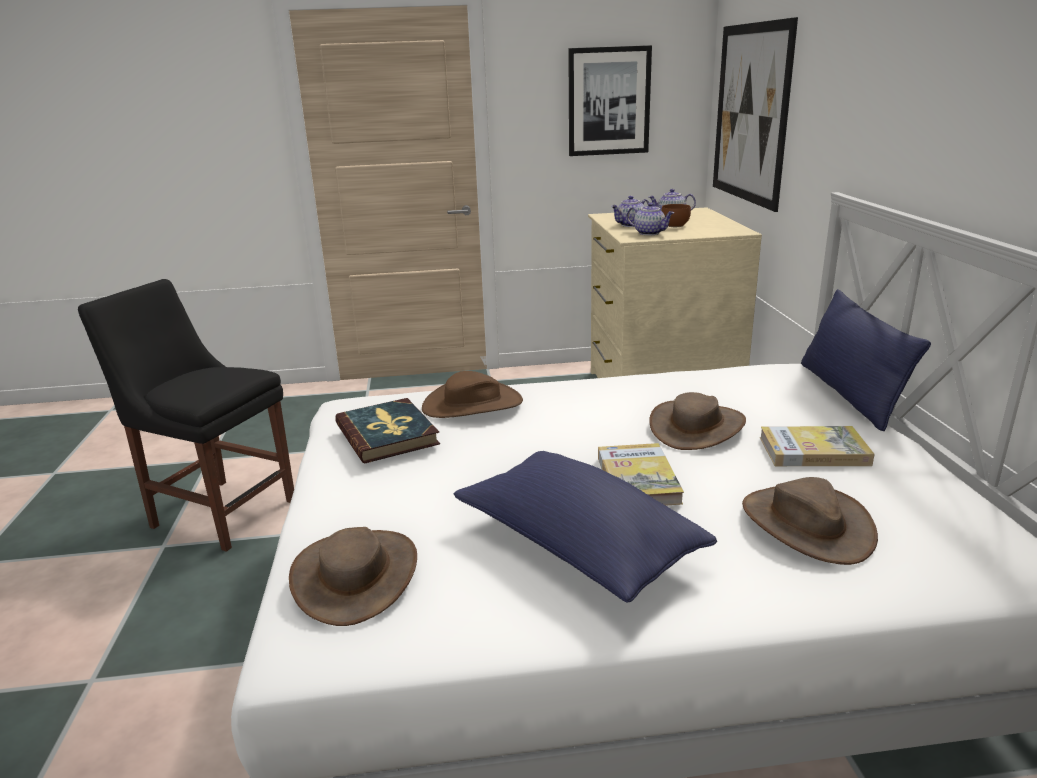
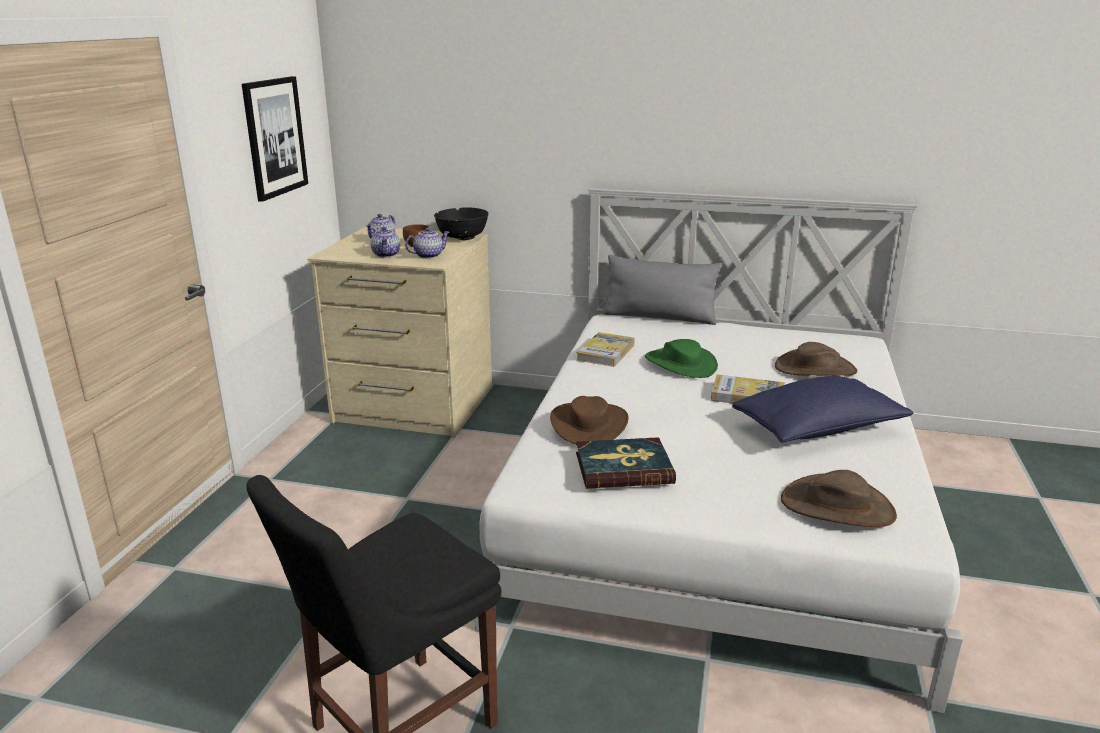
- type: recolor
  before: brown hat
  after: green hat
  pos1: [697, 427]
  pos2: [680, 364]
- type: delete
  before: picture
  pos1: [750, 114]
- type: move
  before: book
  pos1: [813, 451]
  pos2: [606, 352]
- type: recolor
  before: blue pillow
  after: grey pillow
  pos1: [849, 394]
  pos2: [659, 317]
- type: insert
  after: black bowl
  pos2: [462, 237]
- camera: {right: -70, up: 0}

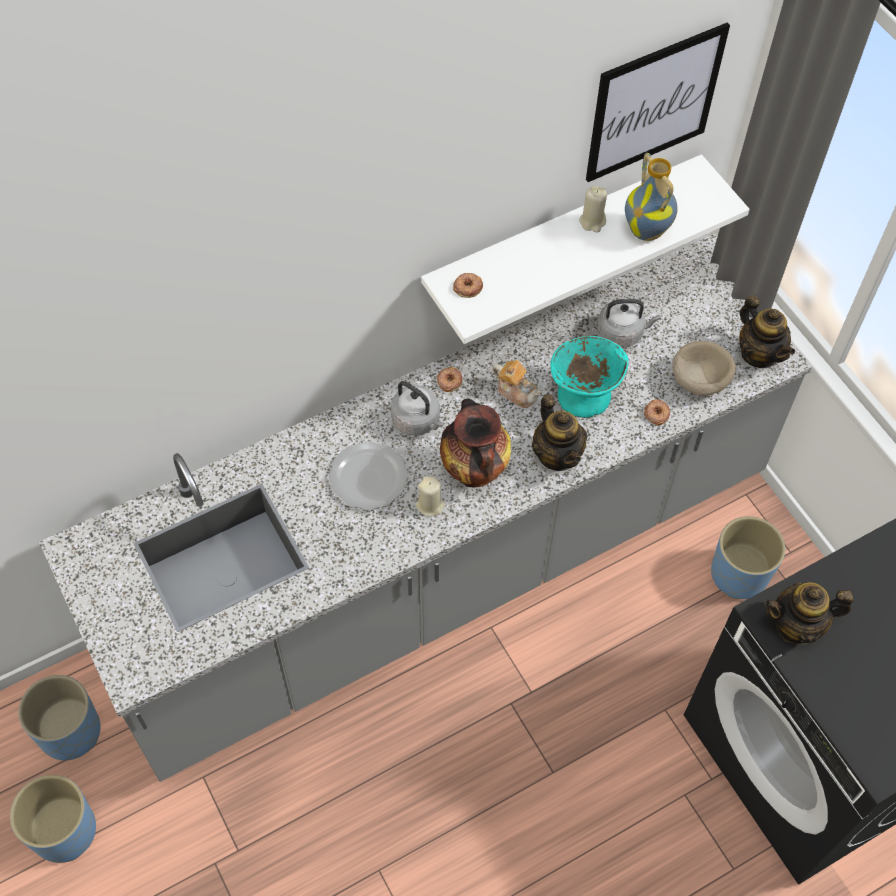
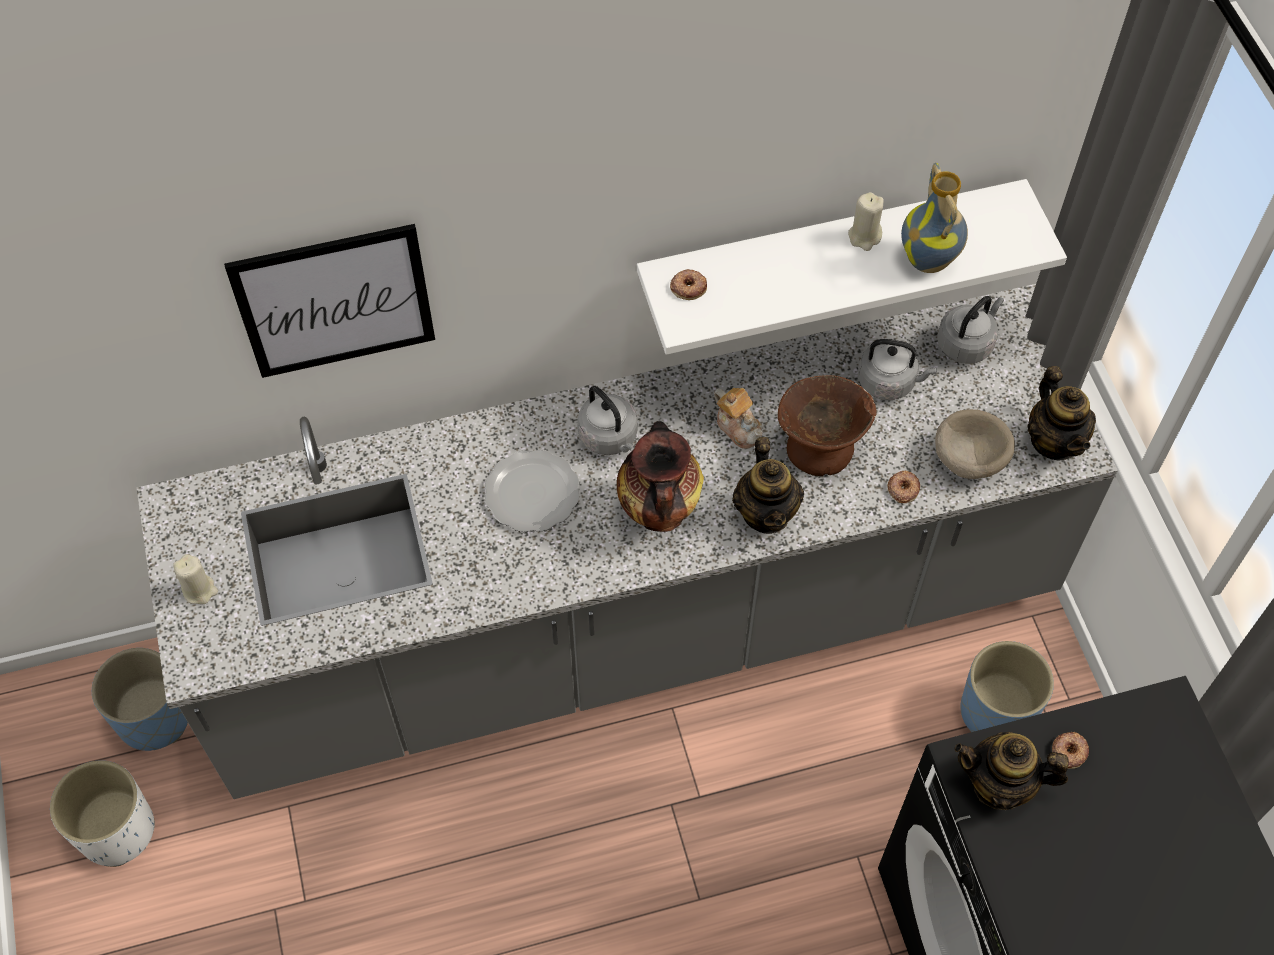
- type: recolor
  before: blue planter
  after: white planter
  pos1: [64, 830]
  pos2: [117, 829]
- type: move
  before: beige candle
  pos1: [430, 505]
  pos2: [199, 590]
- type: move
  before: donut
  pos1: [449, 381]
  pos2: [1069, 751]
- type: recolor
  before: turquoise bowl
  after: brown bowl
  pos1: [584, 395]
  pos2: [820, 448]
- type: move
  before: picture
  pos1: [654, 103]
  pos2: [335, 301]
- type: insert
  after: grey kettle
  pos2: [966, 343]
- camera: {right: 15, up: 0}

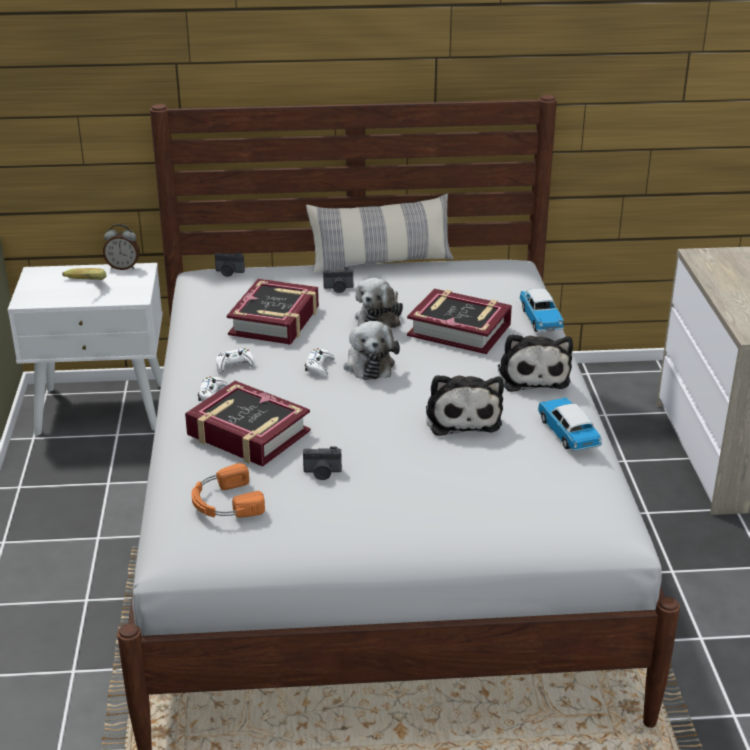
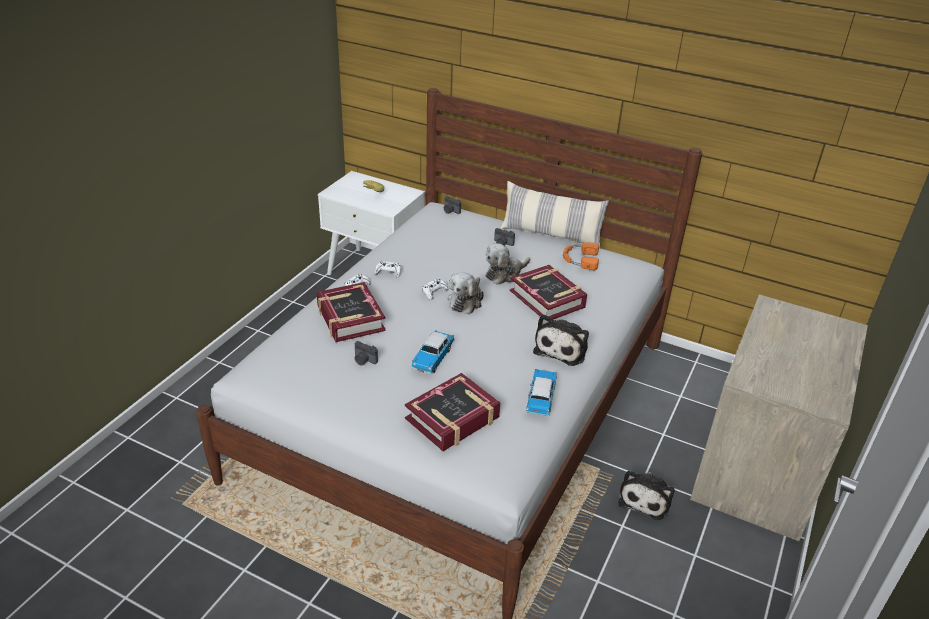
- type: delete
  before: alarm clock
  pos1: [123, 267]
- type: move
  before: orange headphones
  pos1: [225, 502]
  pos2: [579, 259]
- type: move
  before: book
  pos1: [275, 321]
  pos2: [453, 418]
- type: move
  before: plush toy
  pos1: [462, 417]
  pos2: [645, 498]
- type: move
  before: toy car
  pos1: [540, 319]
  pos2: [433, 358]
- camera: {right: 30, up: 5}

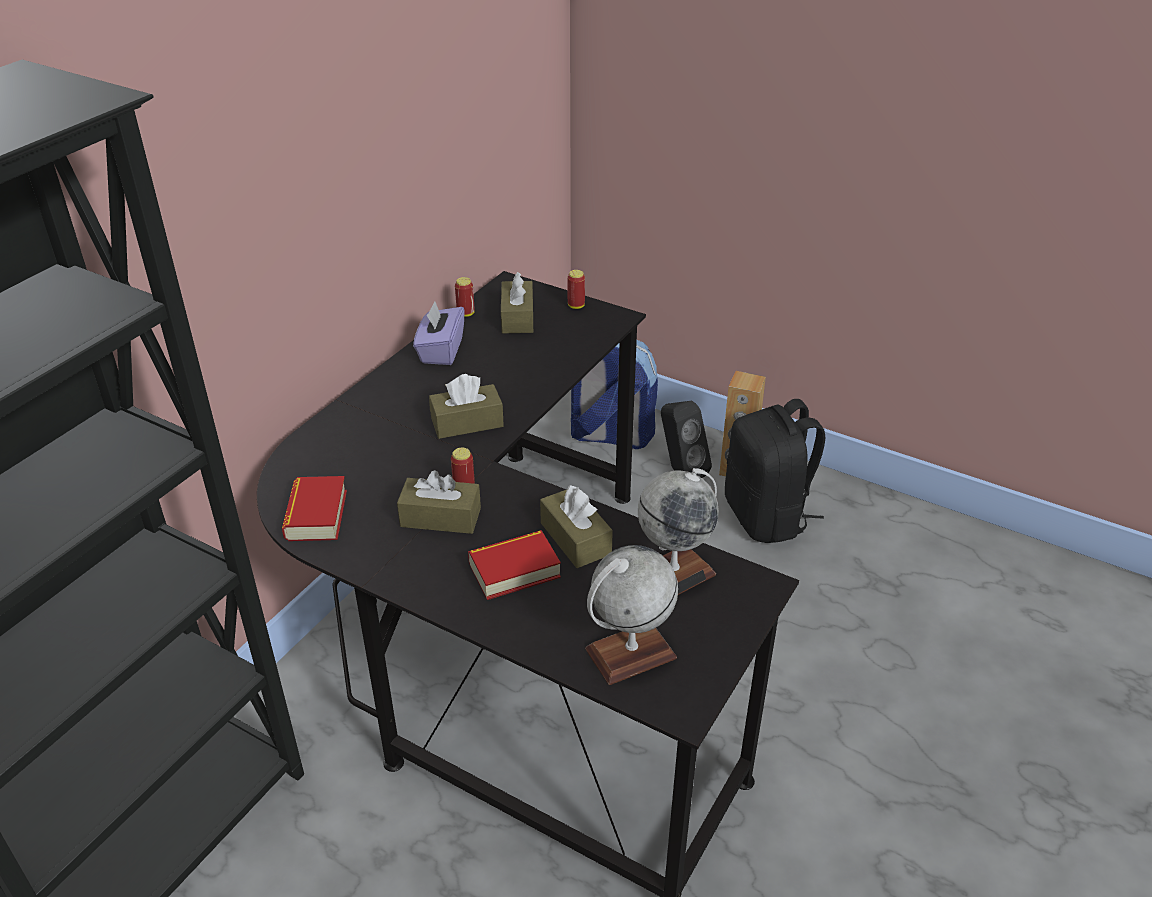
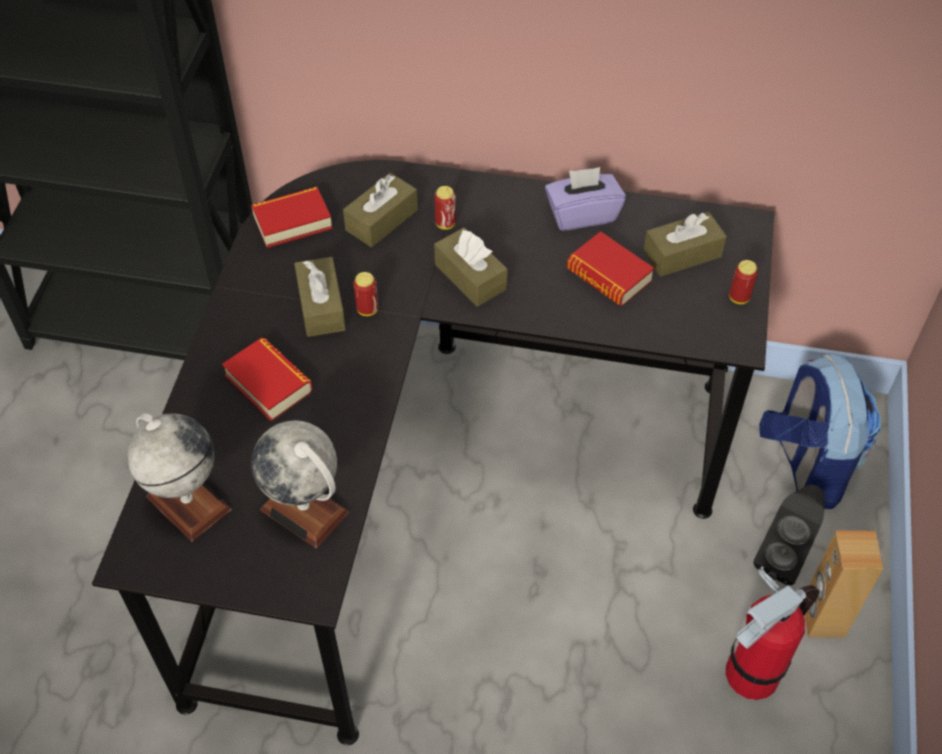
- type: move
  before: can
  pos1: [465, 313]
  pos2: [445, 224]
- type: move
  before: brown tissue box
  pos1: [575, 538]
  pos2: [381, 220]
- type: replace
  before: black backpack
  after: fire extinguisher
  pos1: [767, 517]
  pos2: [752, 673]
- type: insert
  after: book
  pos2: [609, 275]
- camera: {right: 70, up: 15}

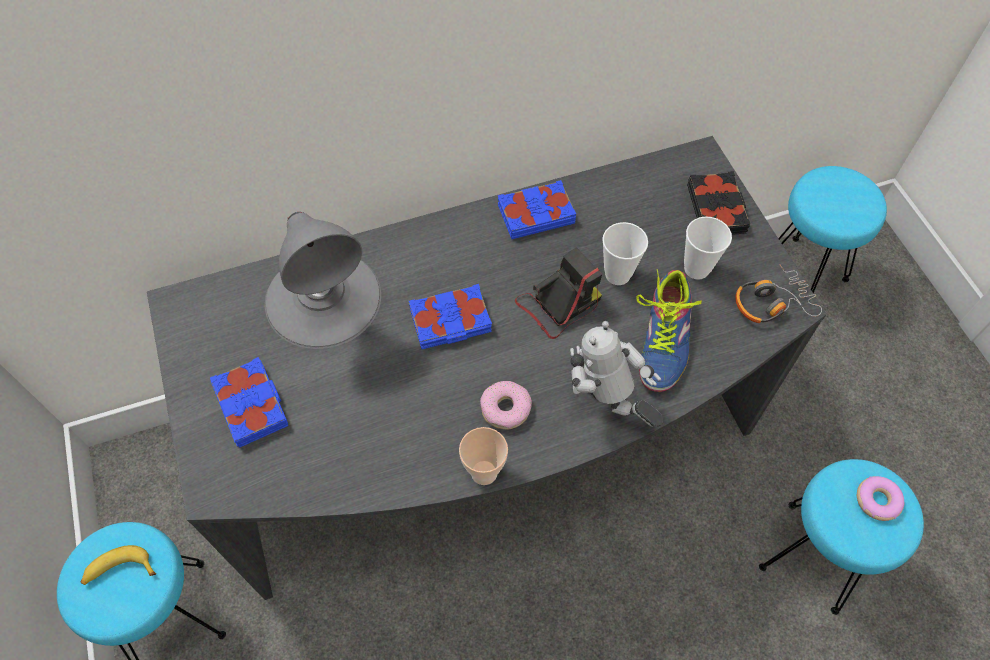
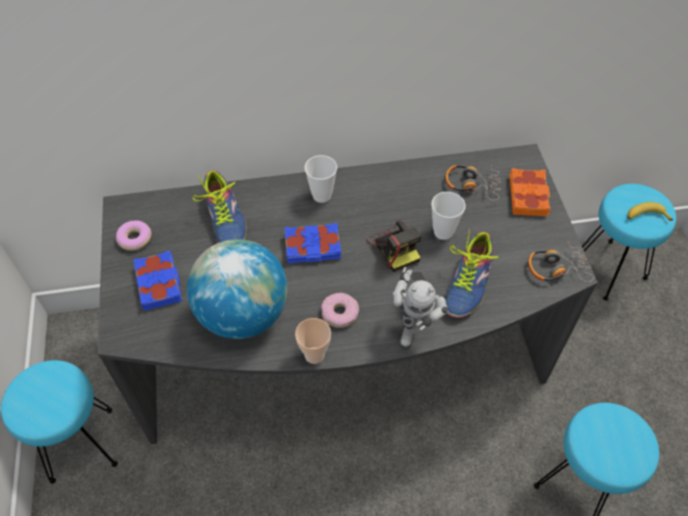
- type: move
  before: banana
  pos1: [119, 571]
  pos2: [645, 216]
- type: replace
  before: grey table lamp
  after: shoe
  pos1: [323, 298]
  pos2: [225, 218]
- type: delete
  before: blue book
  pos1: [535, 214]
- type: rotate
  before: photo camera
  pos1: [558, 305]
  pos2: [394, 247]
  turn: 90
- type: rotate
  before: toy robot
  pos1: [606, 408]
  pos2: [414, 324]
  turn: -135
- type: move
  before: cup
  pos1: [696, 269]
  pos2: [321, 195]
- type: recolor
  before: black book
  after: orange book
  pos1: [717, 209]
  pos2: [528, 196]
- type: move
  before: donut
  pos1: [877, 501]
  pos2: [134, 239]
- type: insert
  after: globe
  pos2: [243, 314]
- type: insert
  after: headphones
  pos2: [472, 184]
- camera: {right: 10, up: -5}

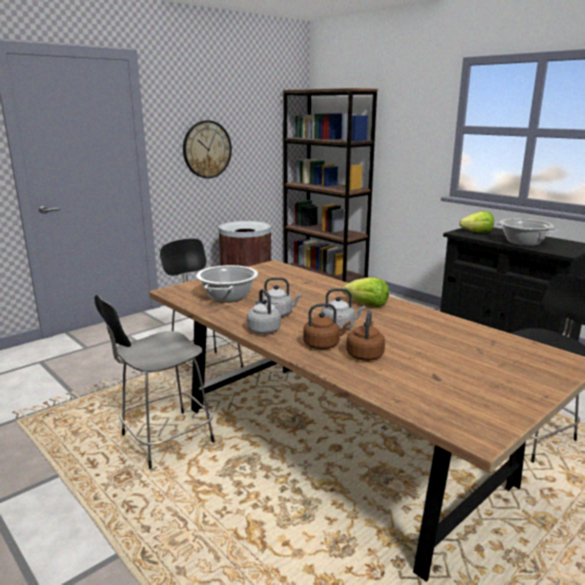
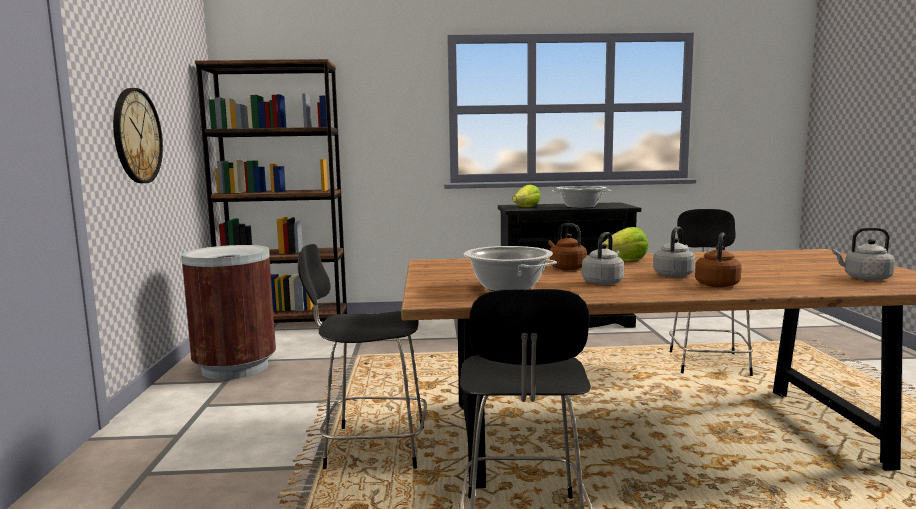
- type: move
  before: grey kettle
  pos1: [263, 329]
  pos2: [864, 278]
- type: move
  before: brown kettle
  pos1: [365, 354]
  pos2: [566, 268]
- camera: {right: -50, up: -10}

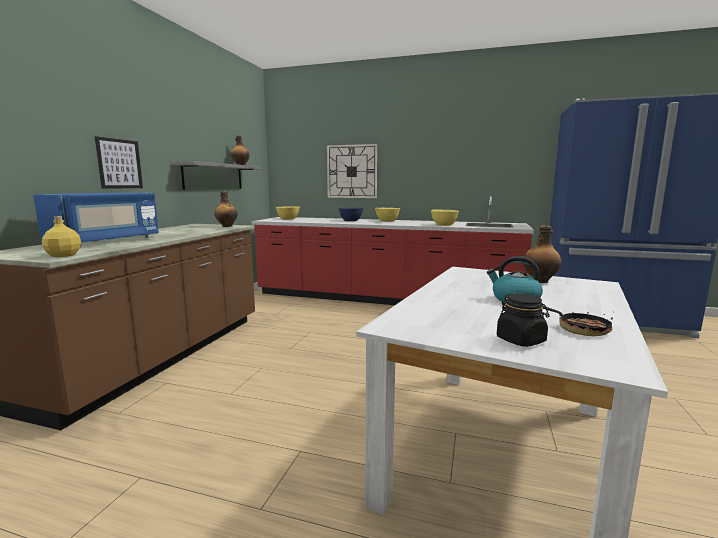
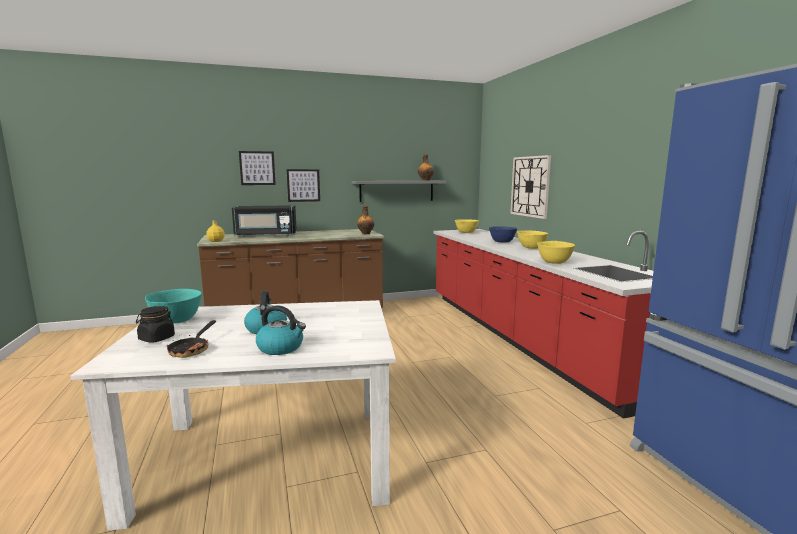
- type: recolor
  before: blue microwave
  after: black microwave
  pos1: [107, 241]
  pos2: [266, 235]
- type: delete
  before: bottle
  pos1: [540, 281]
- type: insert
  after: turquoise bowl
  pos2: [176, 320]
- type: insert
  after: picture
  pos2: [257, 168]
- type: insert
  after: kettle
  pos2: [281, 348]
- camera: {right: 55, up: 0}

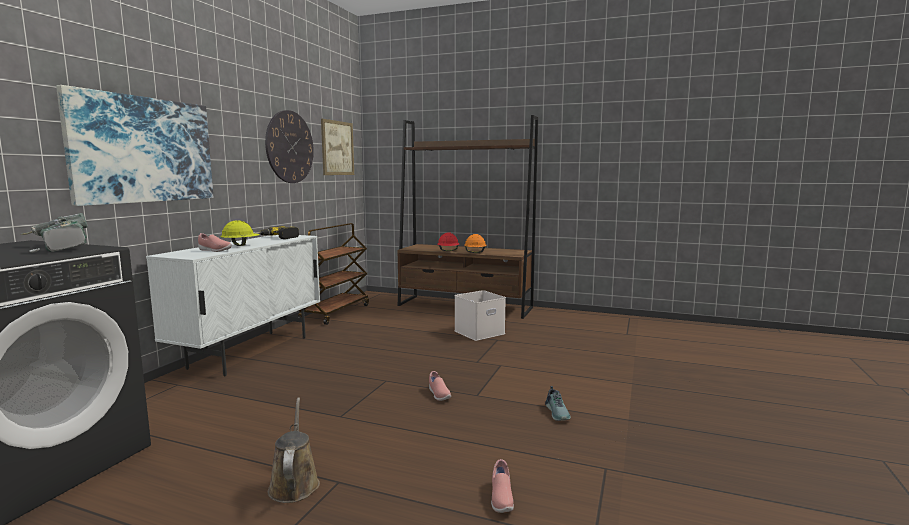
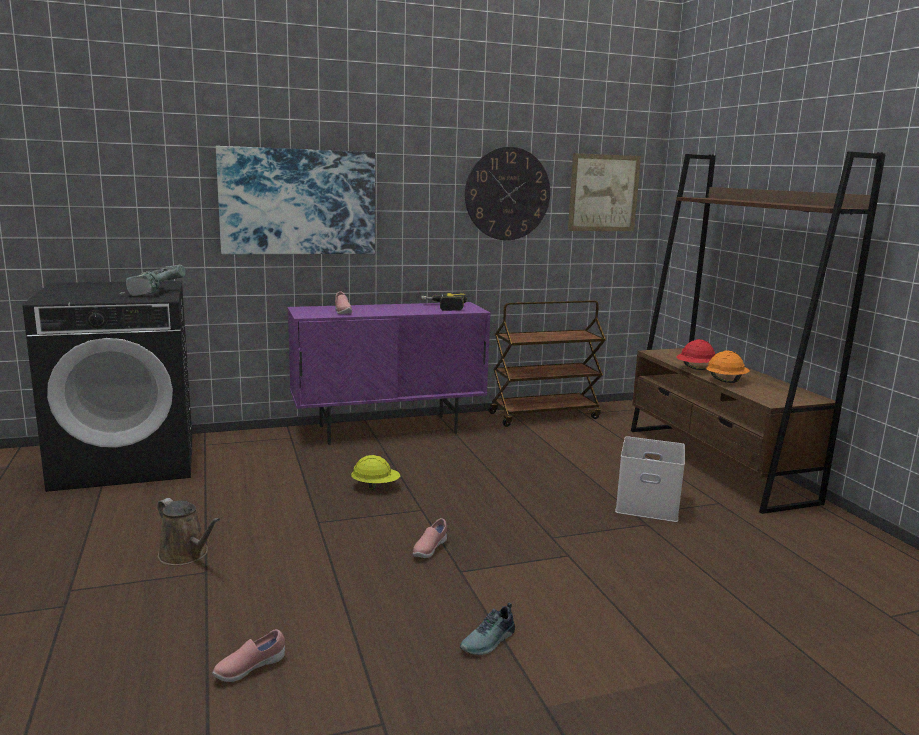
- type: recolor
  before: white cabinet
  after: purple cabinet
  pos1: [251, 352]
  pos2: [388, 430]
- type: move
  before: yellow hard hat
  pos1: [241, 245]
  pos2: [375, 486]
- type: rotate
  before: brown watering can
  pos1: [294, 484]
  pos2: [186, 555]
  turn: 90
- camera: {right: 50, up: 5}

